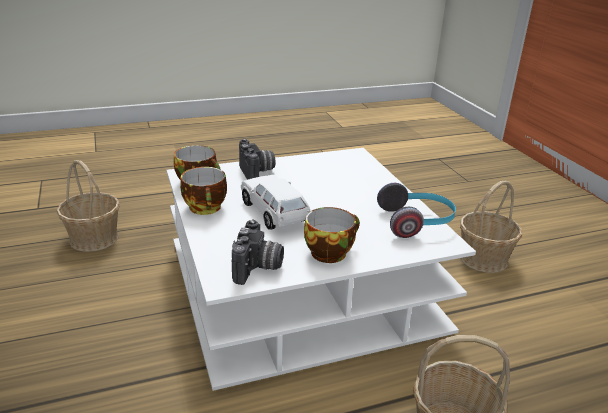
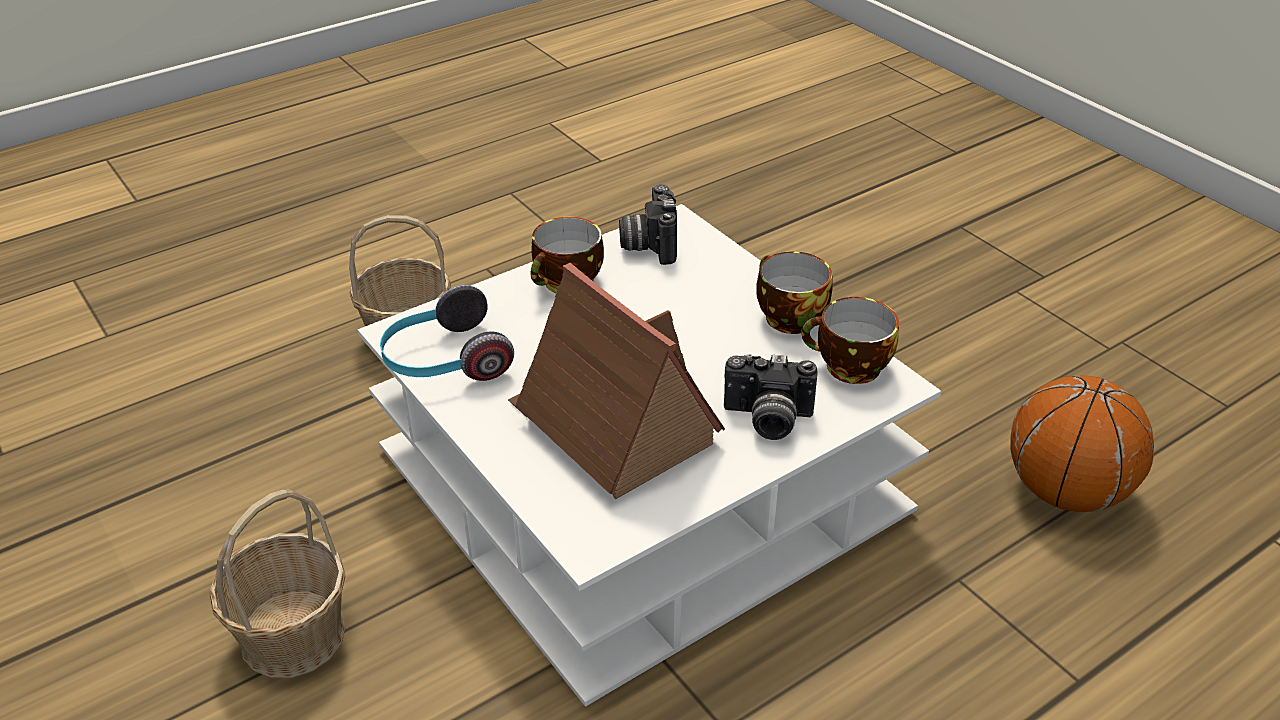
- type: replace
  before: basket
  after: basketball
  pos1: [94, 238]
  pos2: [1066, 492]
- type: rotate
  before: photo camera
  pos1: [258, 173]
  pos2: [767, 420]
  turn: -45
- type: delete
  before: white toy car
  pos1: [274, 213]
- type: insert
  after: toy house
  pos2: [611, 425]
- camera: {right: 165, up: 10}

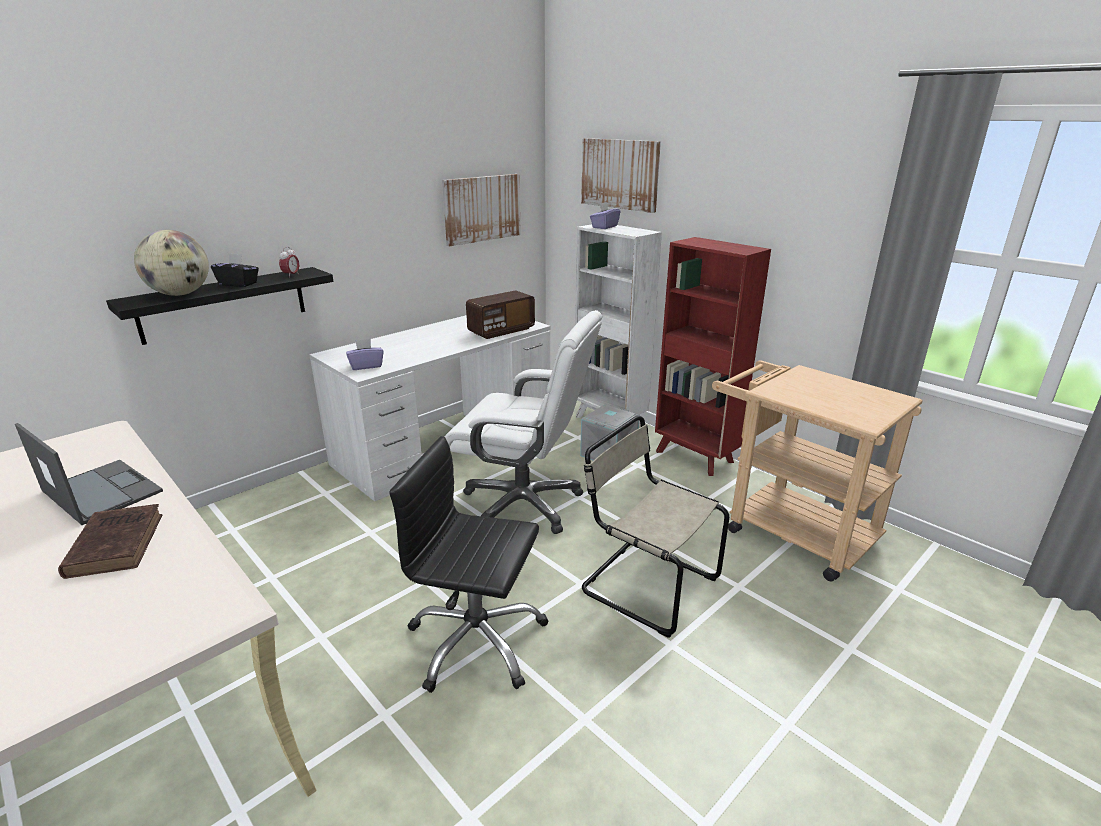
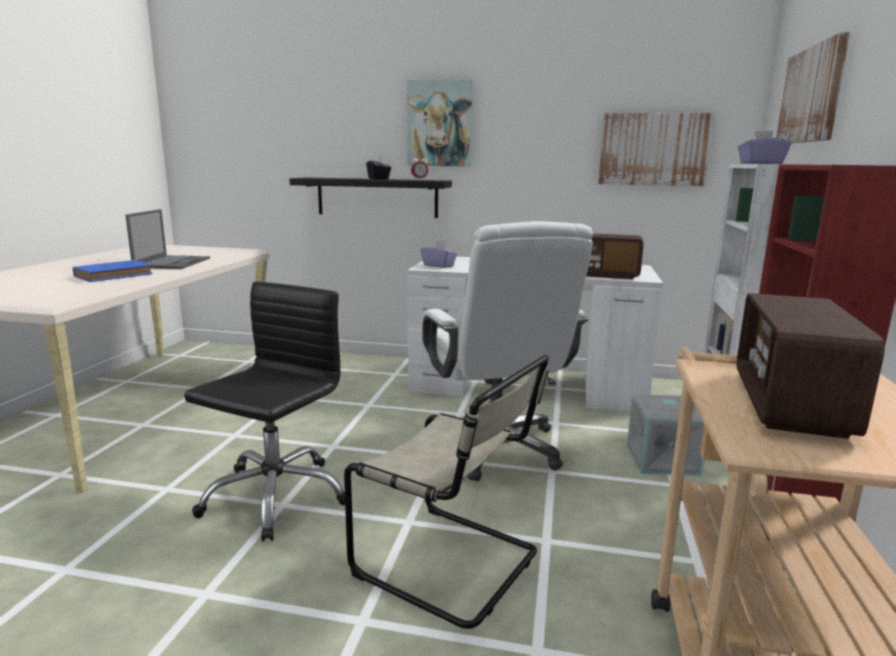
- type: recolor
  before: brown book
  after: blue book
  pos1: [117, 543]
  pos2: [115, 275]
- type: delete
  before: globe
  pos1: [180, 294]
- type: rotate
  before: black office chair
  pos1: [476, 641]
  pos2: [275, 496]
  turn: 45
- type: rotate
  before: beige chair
  pos1: [645, 584]
  pos2: [452, 564]
  turn: 120
- type: insert
  after: picture
  pos2: [440, 124]
- type: insert
  after: radio
  pos2: [789, 404]
- camera: {right: 55, up: -10}

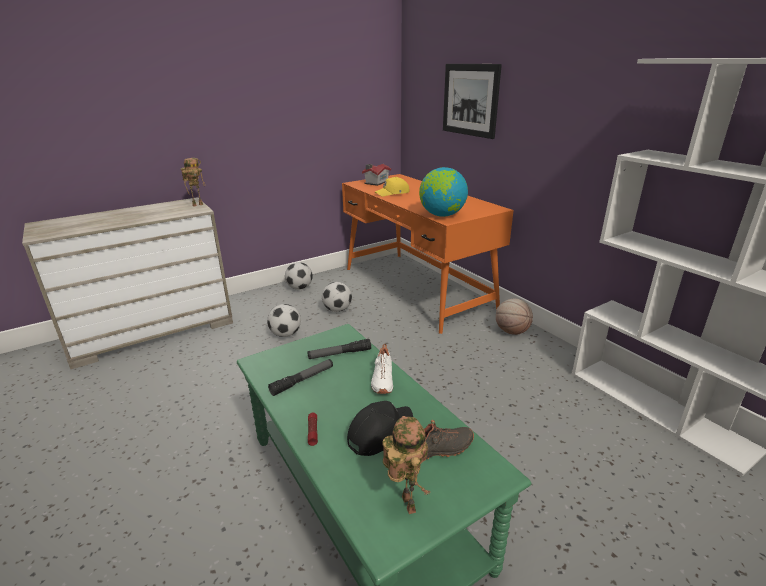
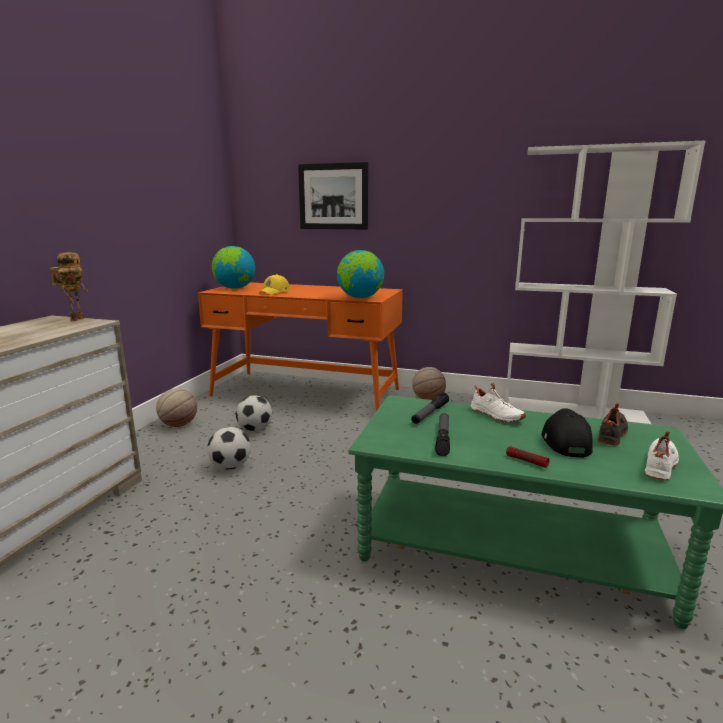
- type: replace
  before: football
  after: basketball
  pos1: [300, 288]
  pos2: [178, 425]
- type: replace
  before: toy house
  after: globe
  pos1: [376, 182]
  pos2: [235, 288]
- type: replace
  before: toy robot
  after: white shoe
  pos1: [405, 503]
  pos2: [661, 465]
- camera: {right: -40, up: -10}

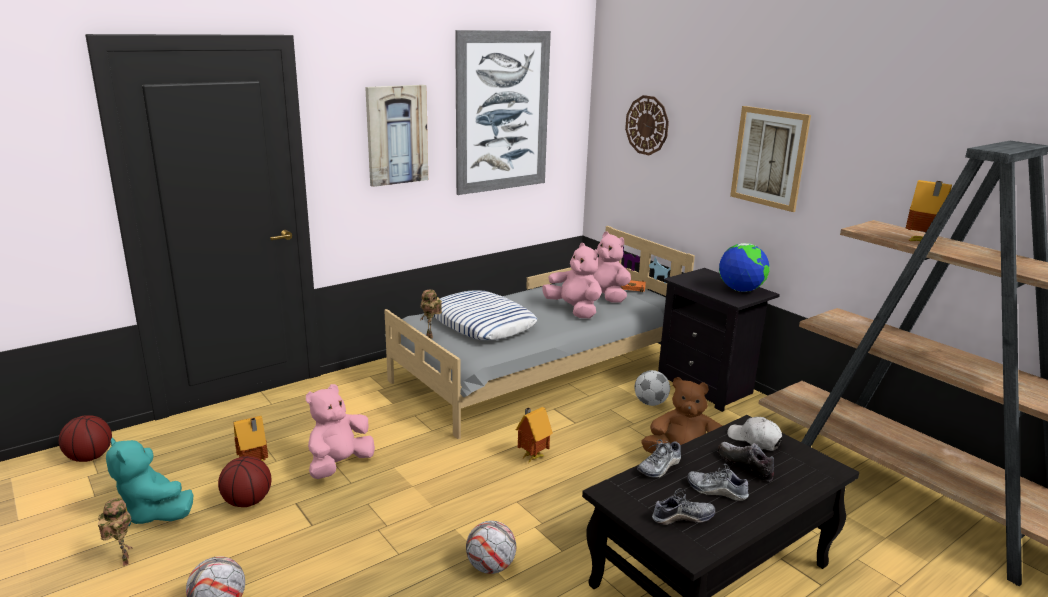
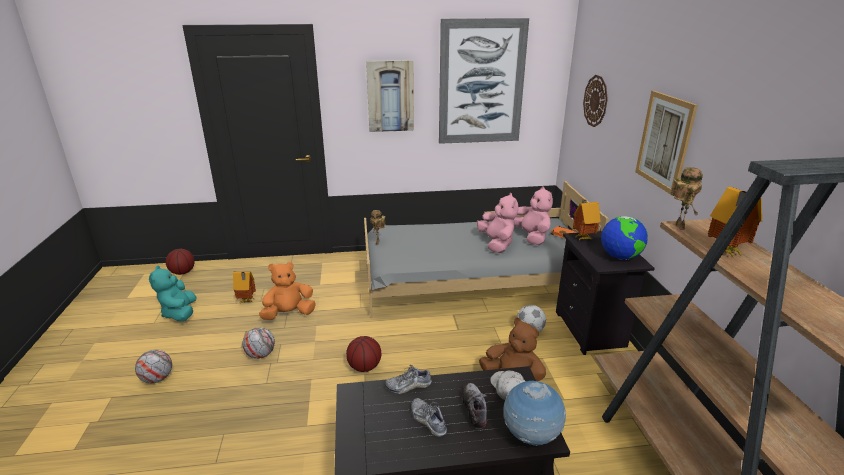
- type: move
  before: toy robot
  pos1: [123, 560]
  pos2: [677, 226]
- type: move
  before: basketball
  pos1: [248, 501]
  pos2: [365, 367]
- type: recolor
  before: pink plush toy
  after: orange plush toy
  pos1: [339, 465]
  pos2: [289, 314]
- type: delete
  before: pillow
  pos1: [482, 323]
- type: move
  before: football
  pos1: [490, 566]
  pos2: [261, 354]
- type: move
  before: toy house
  pos1: [531, 456]
  pos2: [582, 238]
- type: delete
  before: shoe
  pos1: [682, 517]
- type: insert
  after: globe
  pos2: [530, 436]
- camera: {right: 30, up: 5}

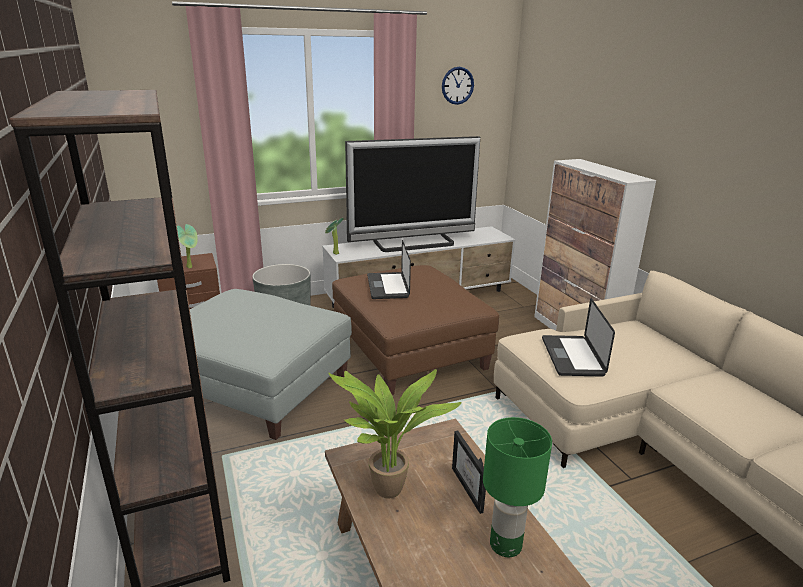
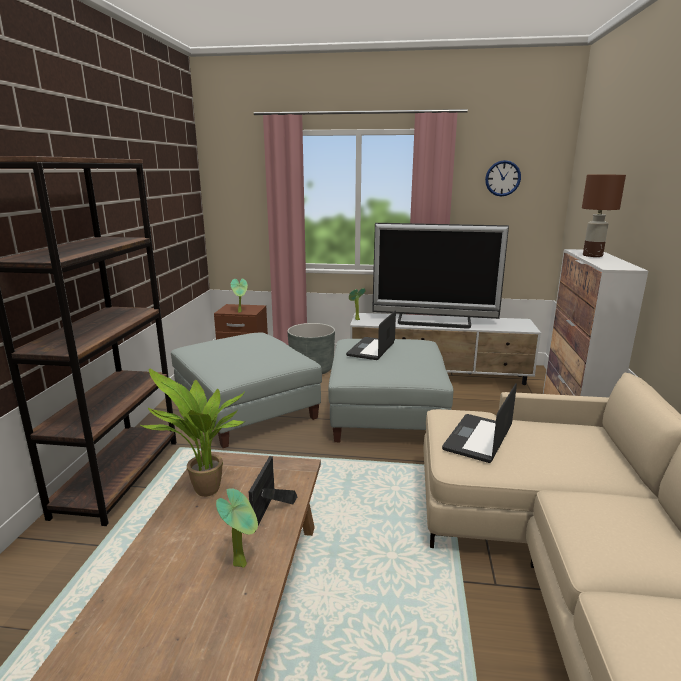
- type: recolor
  before: brown ottoman
  after: grey ottoman
  pos1: [410, 351]
  pos2: [387, 414]
- type: replace
  before: green table lamp
  after: potted plant
  pos1: [506, 545]
  pos2: [242, 562]
- type: insert
  after: brown table lamp
  pos2: [593, 255]
- camera: {right: 30, up: -5}

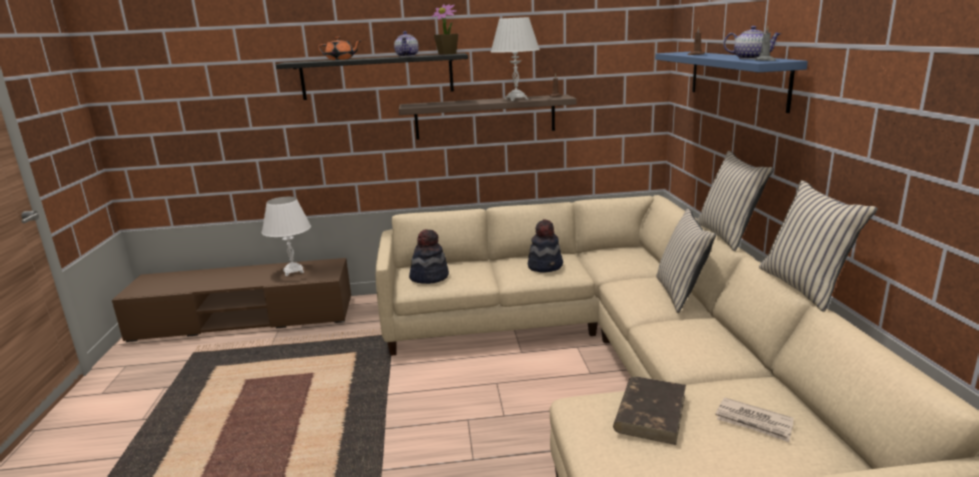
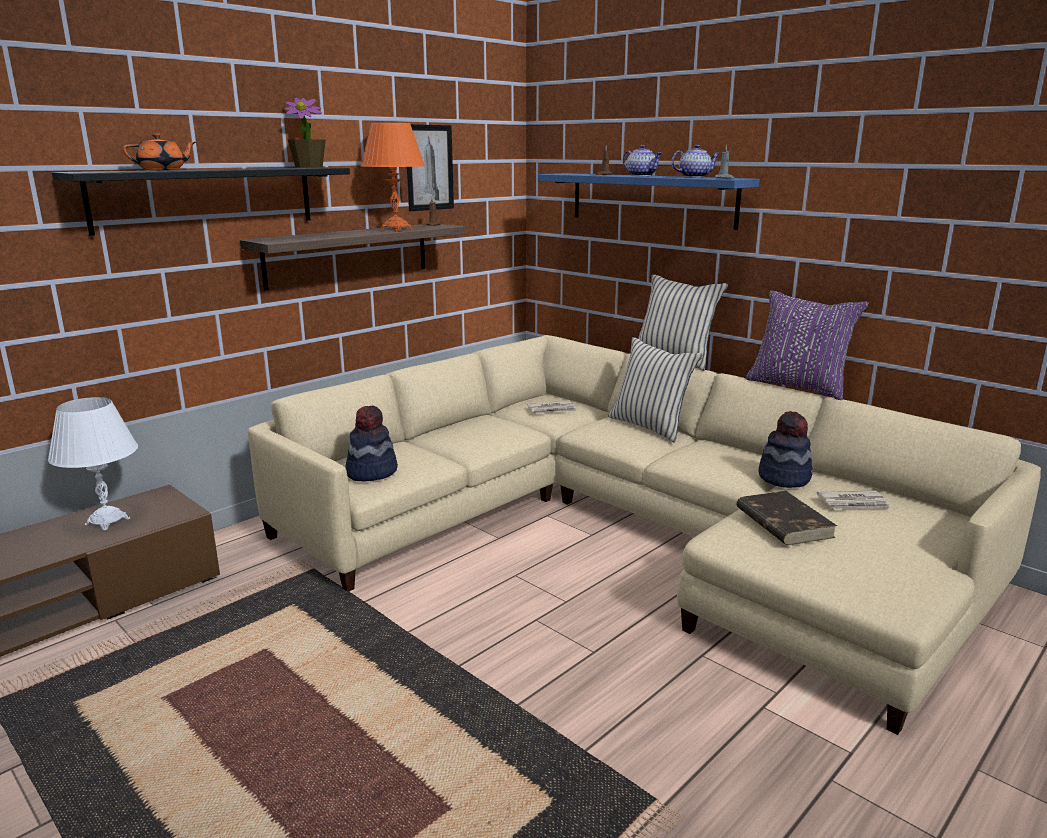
- type: move
  before: teapot
  pos1: [407, 56]
  pos2: [642, 176]
- type: recolor
  before: white table lamp
  after: orange table lamp
  pos1: [516, 99]
  pos2: [396, 229]
- type: move
  before: hat
  pos1: [545, 266]
  pos2: [784, 478]
- type: recolor
  before: beige pillow
  after: purple pillow
  pos1: [805, 287]
  pos2: [798, 386]
- type: insert
  after: picture
  pos2: [429, 168]
- type: insert
  after: newspaper
  pos2: [552, 410]
- camera: {right: -40, up: 0}

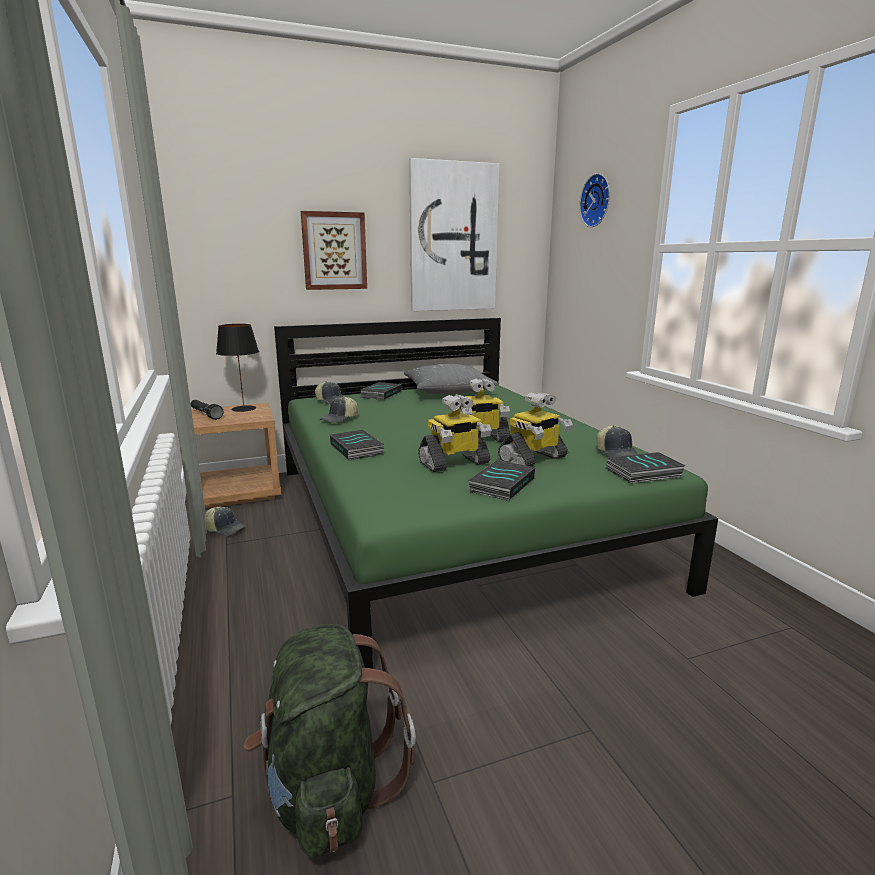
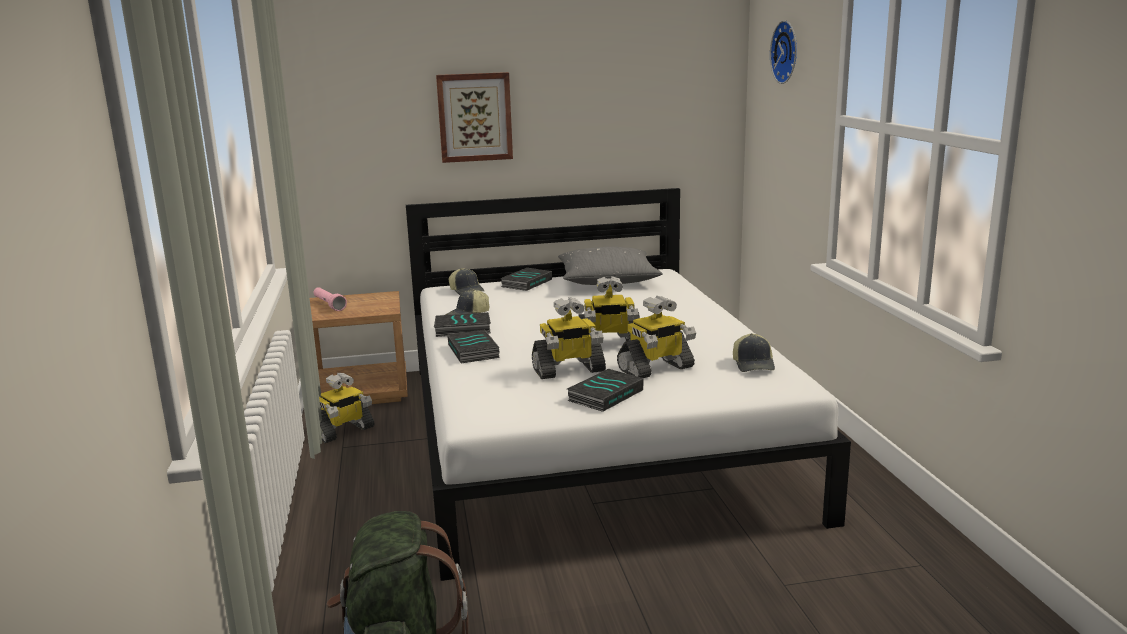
- type: recolor
  before: black flashlight
  after: pink flashlight
  pos1: [206, 415]
  pos2: [329, 305]
- type: replace
  before: cap
  after: toy robot
  pos1: [225, 529]
  pos2: [343, 431]
- type: delete
  before: black table lamp
  pos1: [243, 409]
- type: recolor
  before: green bed
  after: white bed
  pos1: [451, 520]
  pos2: [591, 433]
- type: delete
  before: picture
  pos1: [453, 238]
- type: move
  before: book
  pos1: [644, 473]
  pos2: [462, 329]
- camera: {right: 10, up: 0}

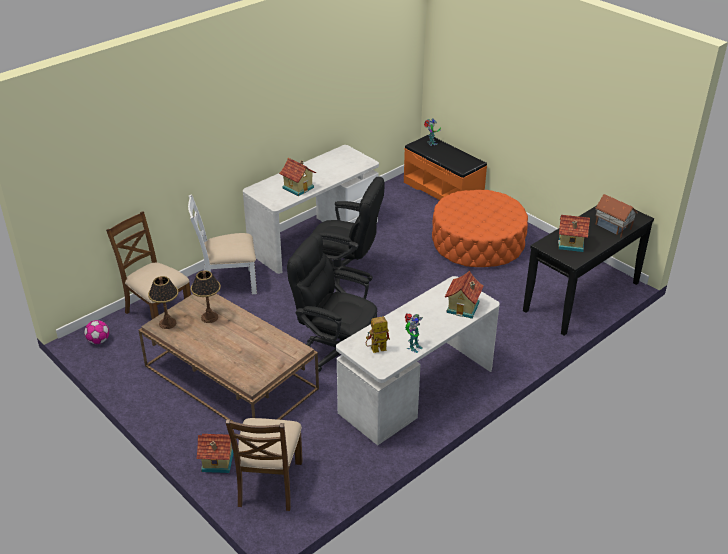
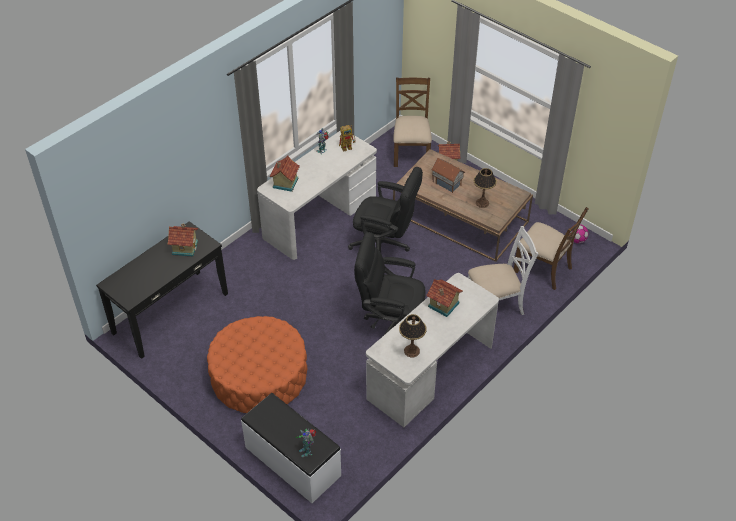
- type: move
  before: table lamp
  pos1: [168, 323]
  pos2: [411, 351]
- type: recolor
  before: orange bench
  after: white bench
  pos1: [443, 191]
  pos2: [292, 462]
- type: move
  before: toy house
  pos1: [612, 227]
  pos2: [447, 183]
- camera: {right: 175, up: 10}

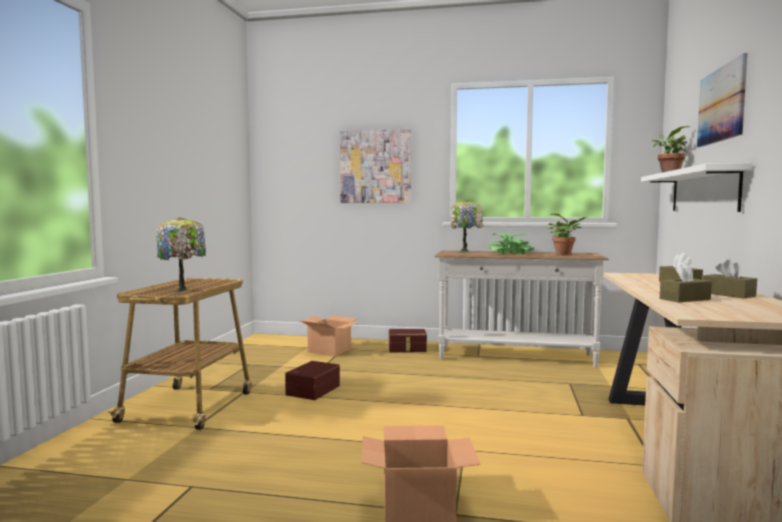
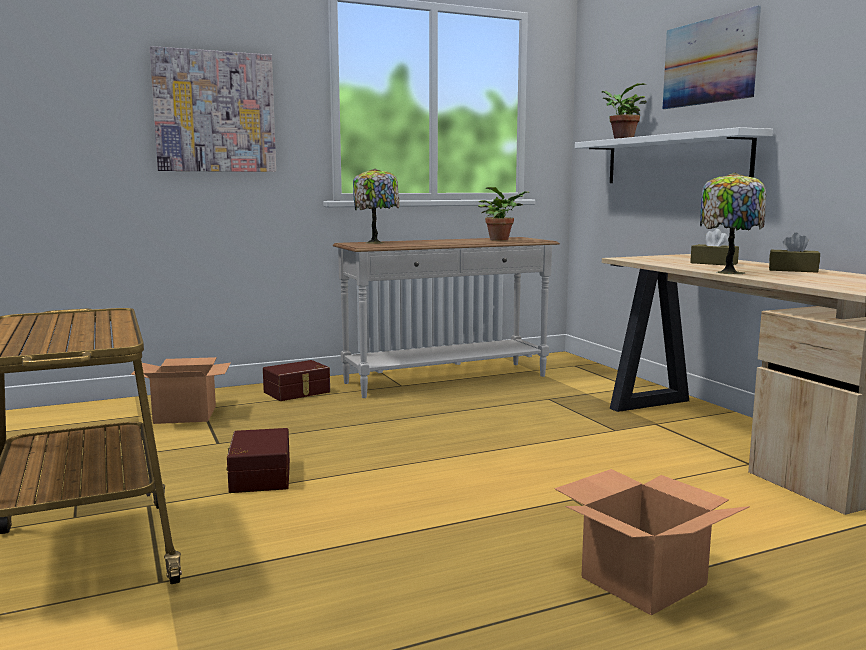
- type: move
  before: table lamp
  pos1: [183, 290]
  pos2: [728, 272]
- type: delete
  before: potted plant
  pos1: [510, 253]
- type: delete
  before: brown tissue box
  pos1: [684, 299]
- camera: {right: -35, up: 5}

